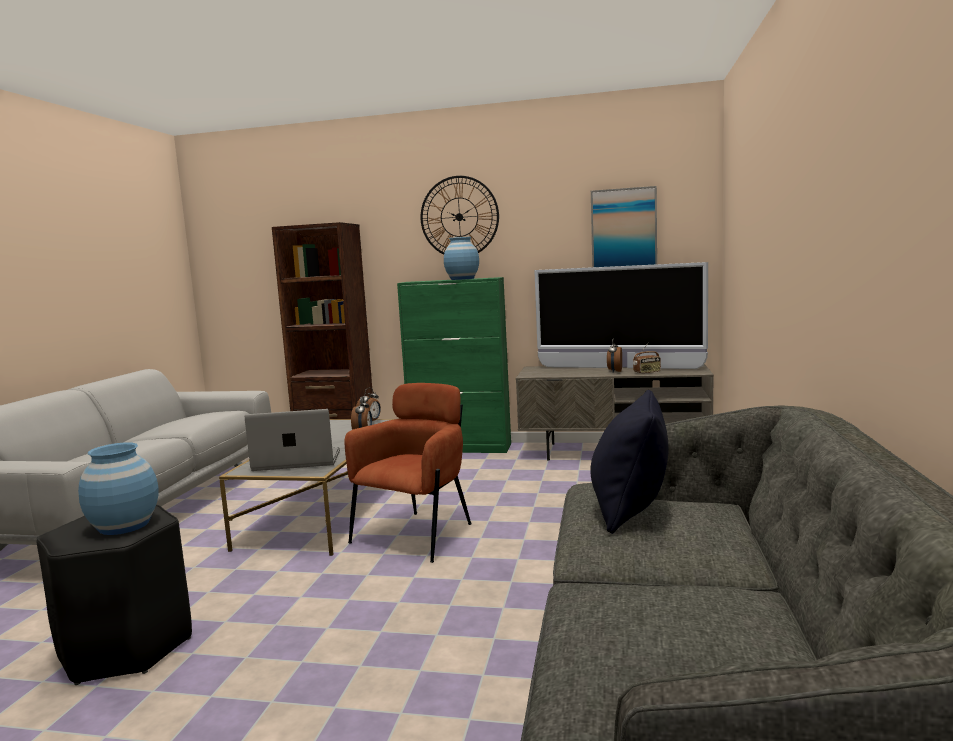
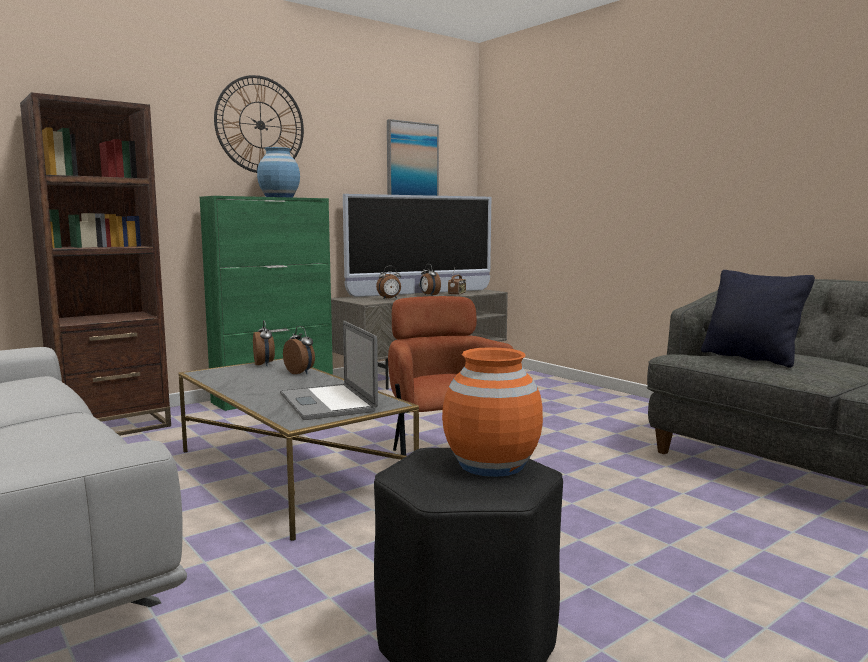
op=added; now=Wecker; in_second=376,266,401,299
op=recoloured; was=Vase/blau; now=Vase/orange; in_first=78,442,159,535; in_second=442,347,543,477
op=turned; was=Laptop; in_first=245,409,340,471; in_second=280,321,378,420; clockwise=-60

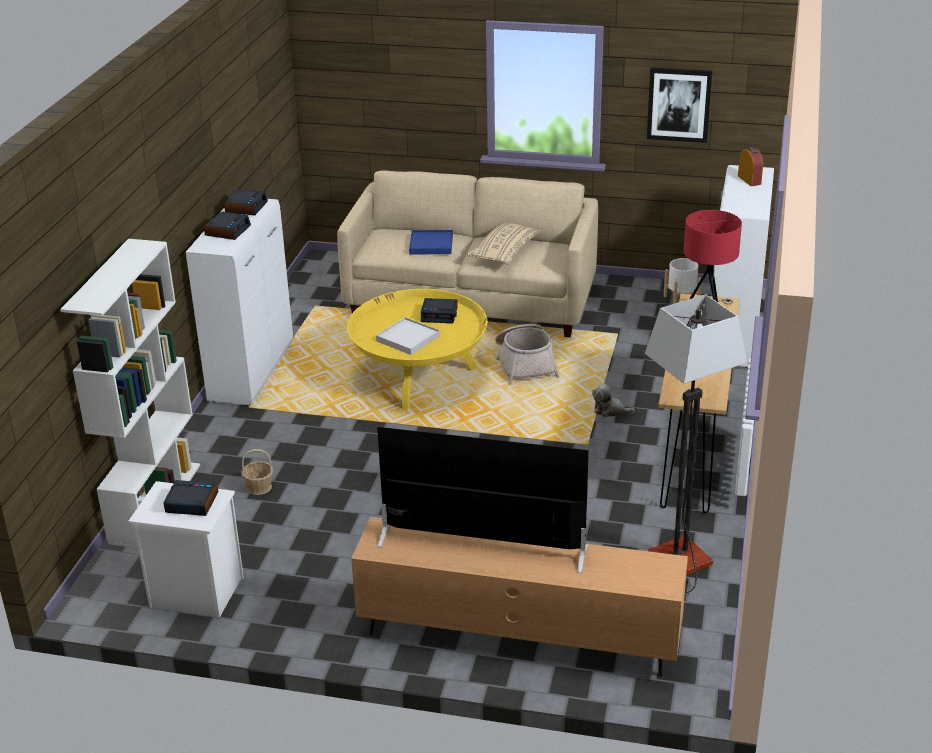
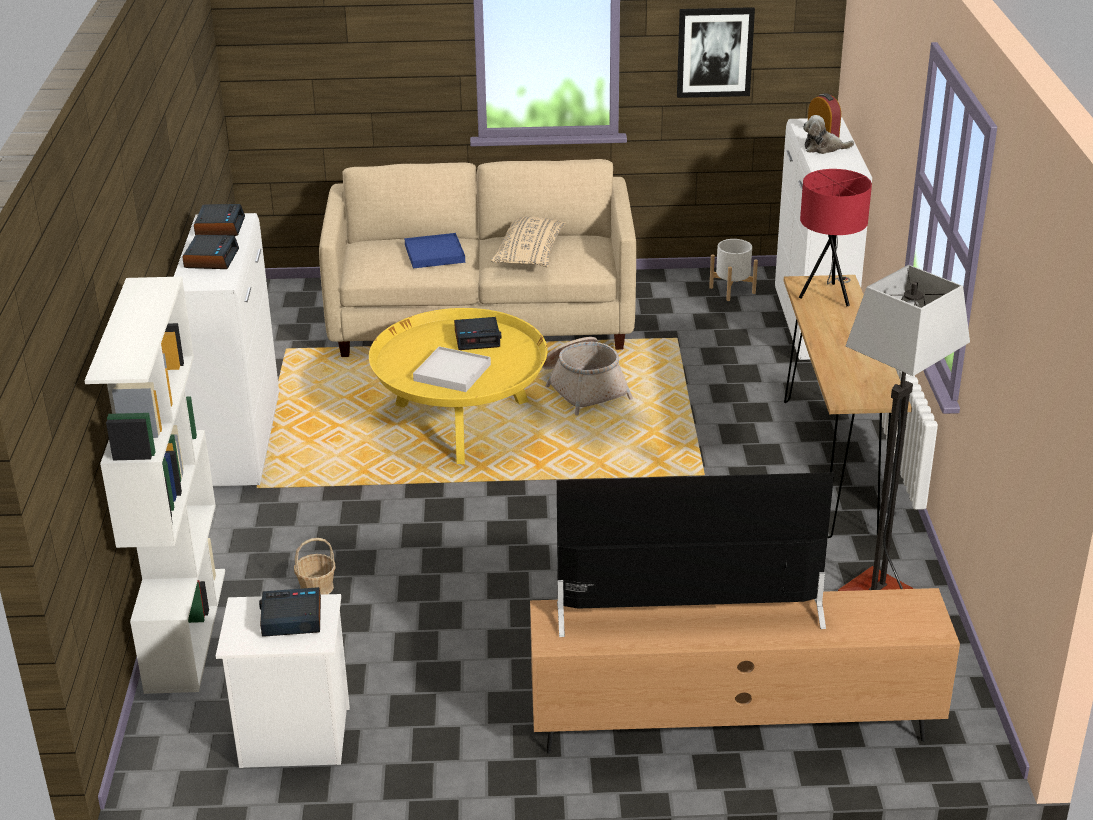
op=moved; was=Plüschtier; in_first=592,383,635,417; in_second=803,115,854,154

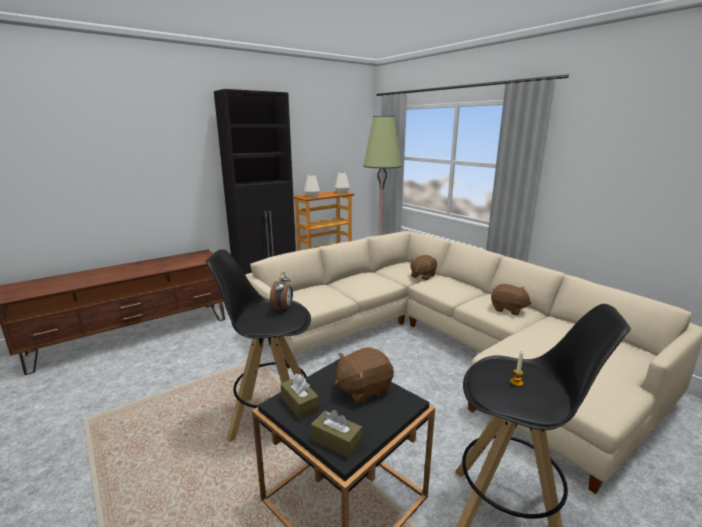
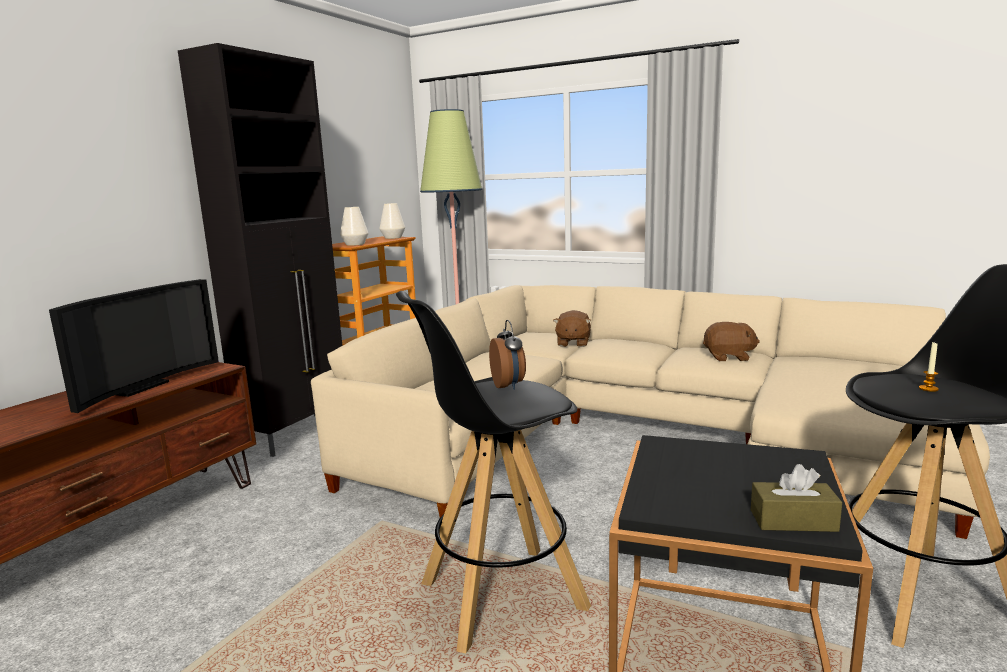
op=removed; was=Taschentuchbox/braun; in_first=281,374,319,420
op=removed; was=Plüschtier/braun; in_first=335,347,394,404
op=added; now=Fernseher; in_second=49,279,219,413

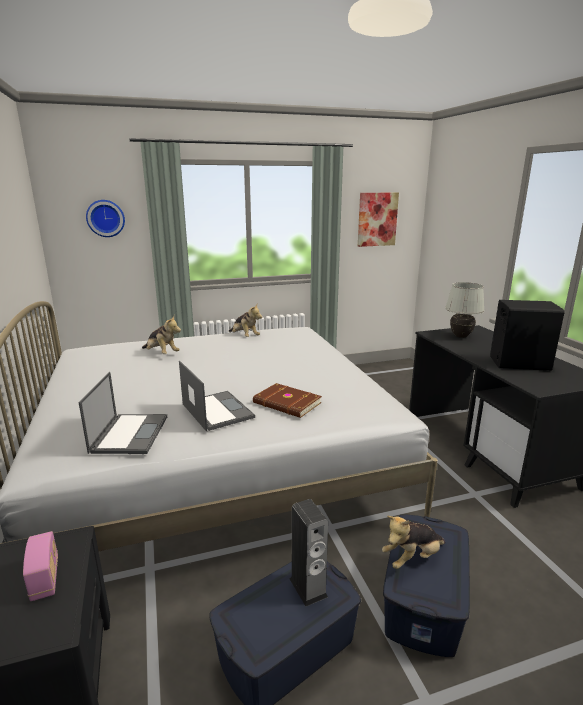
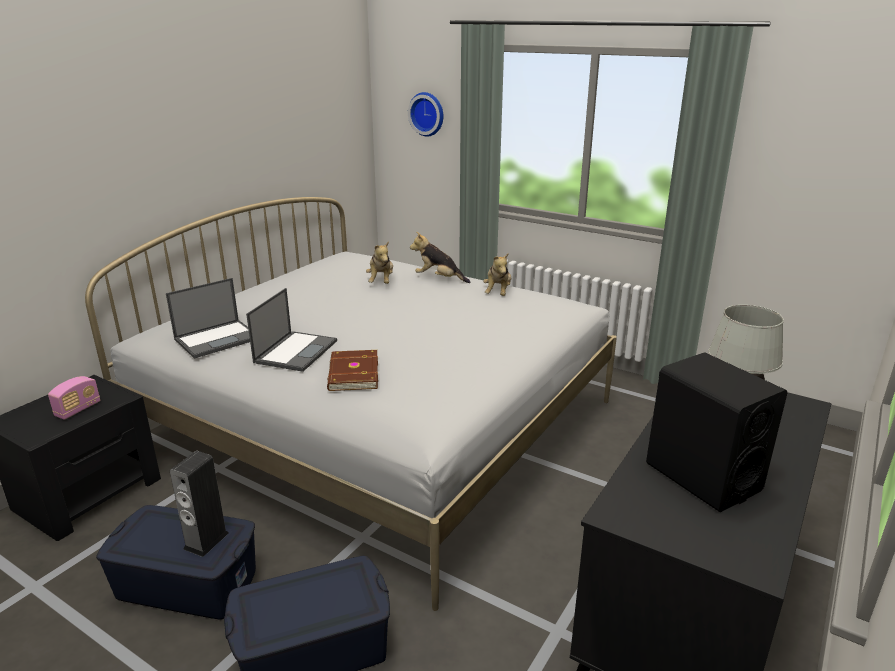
op=removed; was=Bild; in_first=358,193,399,247
op=moved; was=Plüschtier; in_first=382,516,446,569; in_second=410,232,470,283

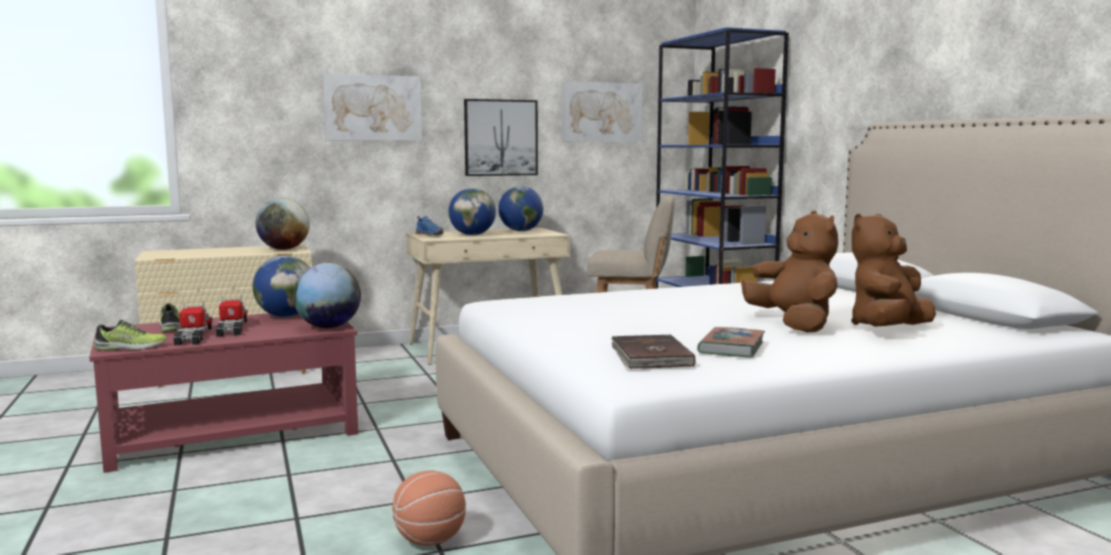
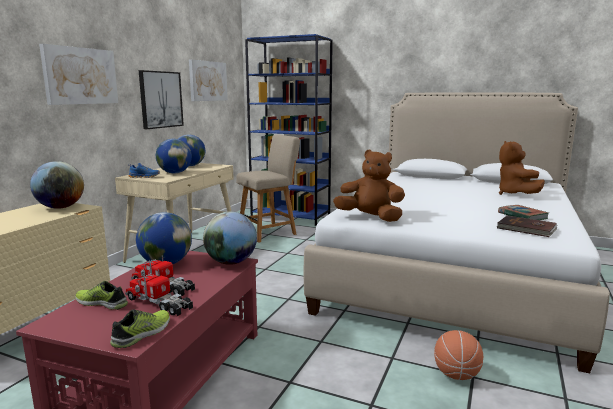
op=moved; was=Plüschtier/braun; in_first=741,210,838,332; in_second=333,149,405,222

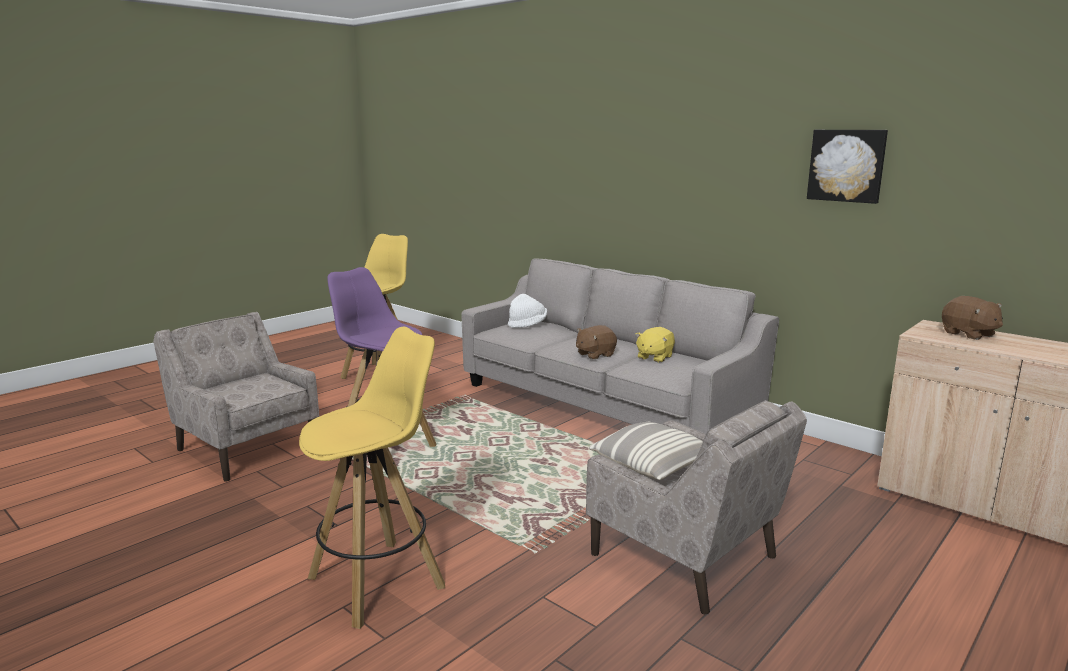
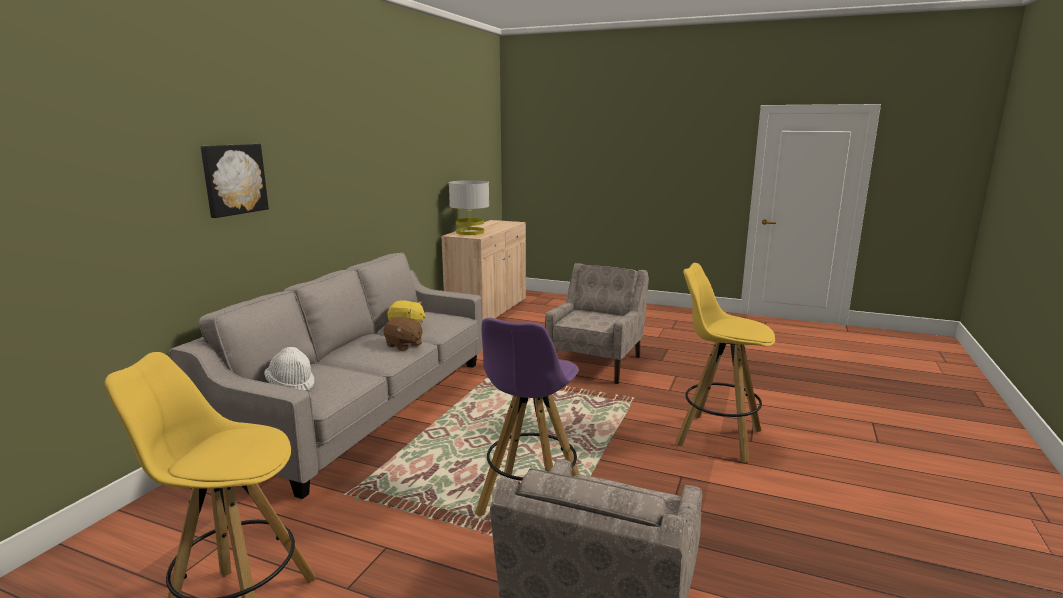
op=removed; was=Kissen; in_first=589,422,703,480
op=moved; was=Bild; in_first=807,130,888,204; in_second=200,144,269,218
op=replaced; was=Plüschtier/braun; now=Tischlampe/grau; in_first=942,296,1003,340; in_second=449,180,489,235

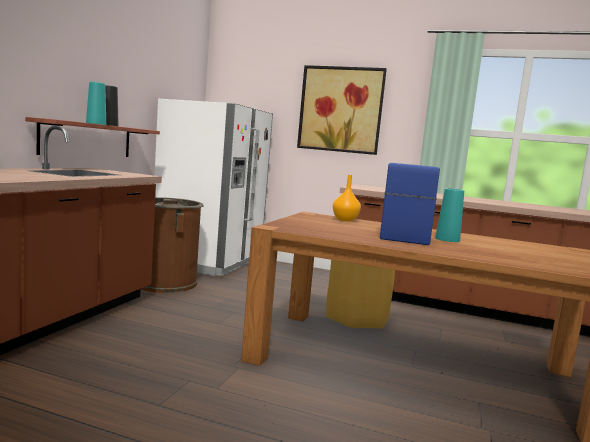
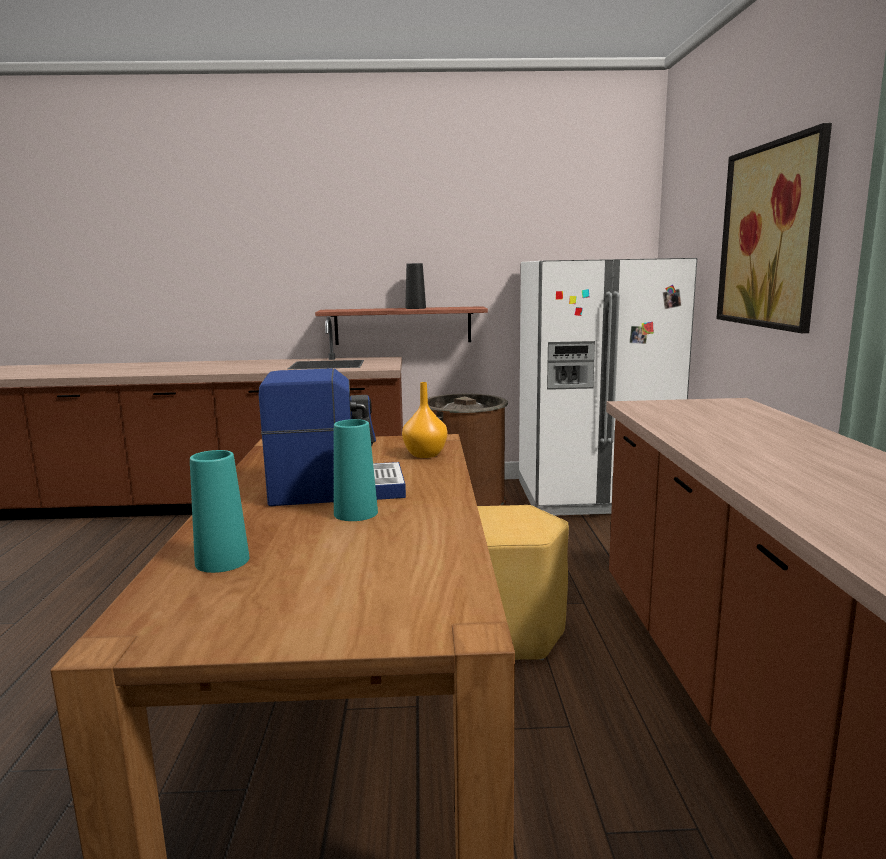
op=moved; was=Vase/türkis; in_first=86,82,106,125; in_second=190,450,250,573

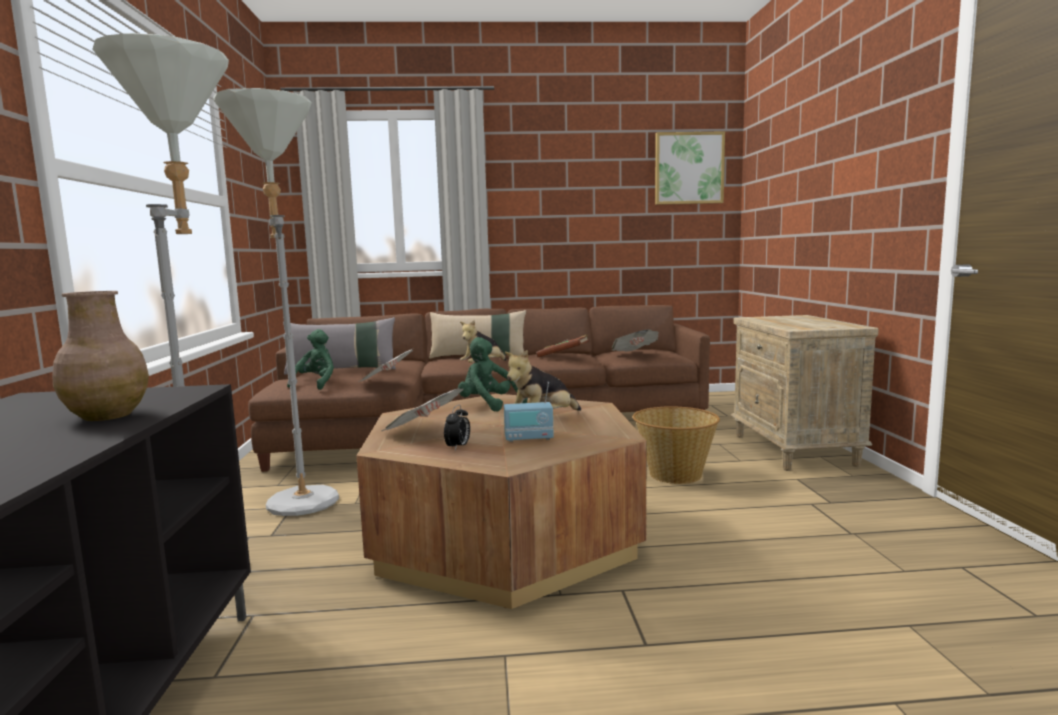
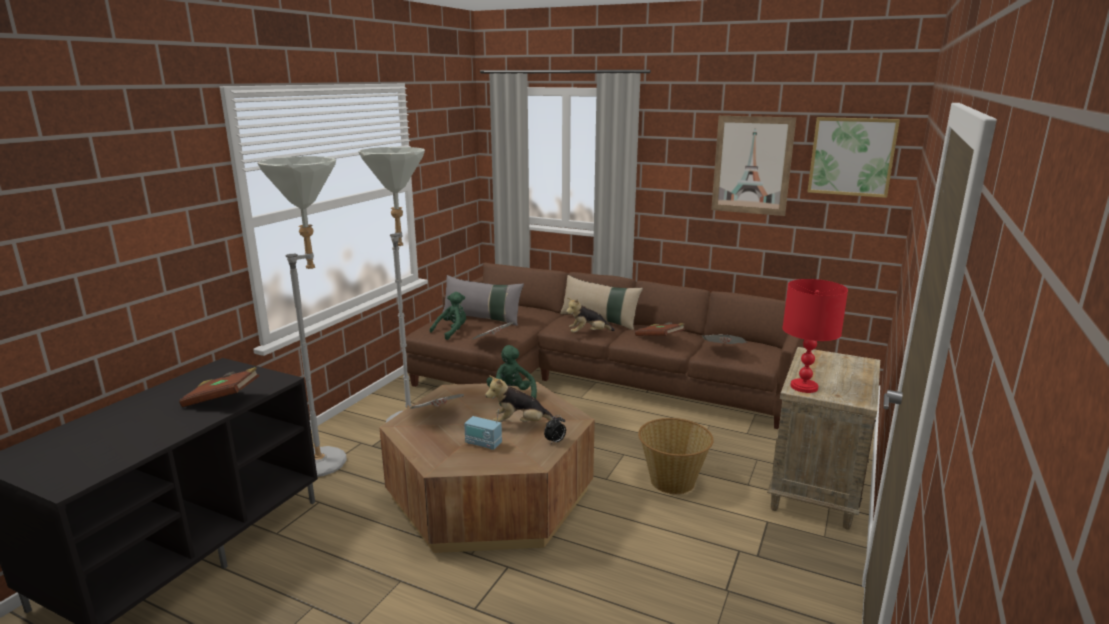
op=added; now=Bild; in_second=711,116,796,216
op=added; now=Tischlampe/rot; in_second=782,279,848,393
op=moved; was=Wecker; in_first=444,405,470,450; in_second=544,415,566,444
op=replaced; was=Vase/braun; now=Buch/braun; in_first=52,291,149,421; in_second=179,367,260,407

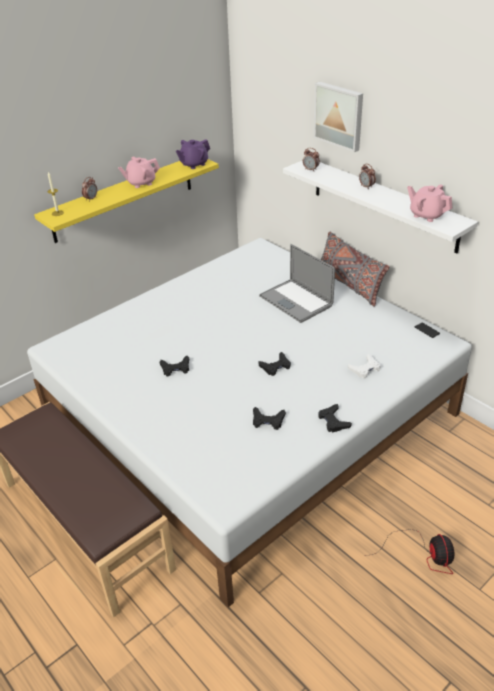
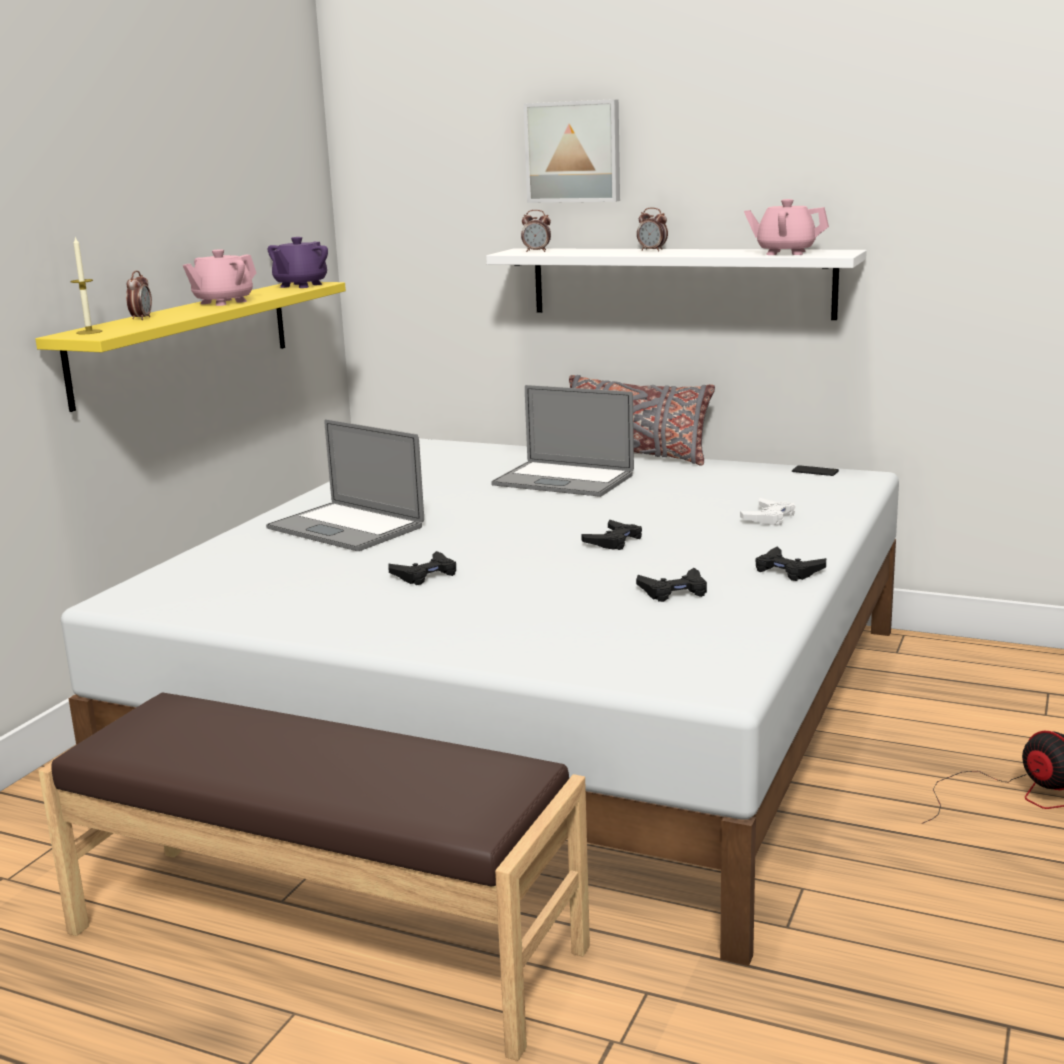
op=added; now=Laptop; in_second=266,419,424,551

